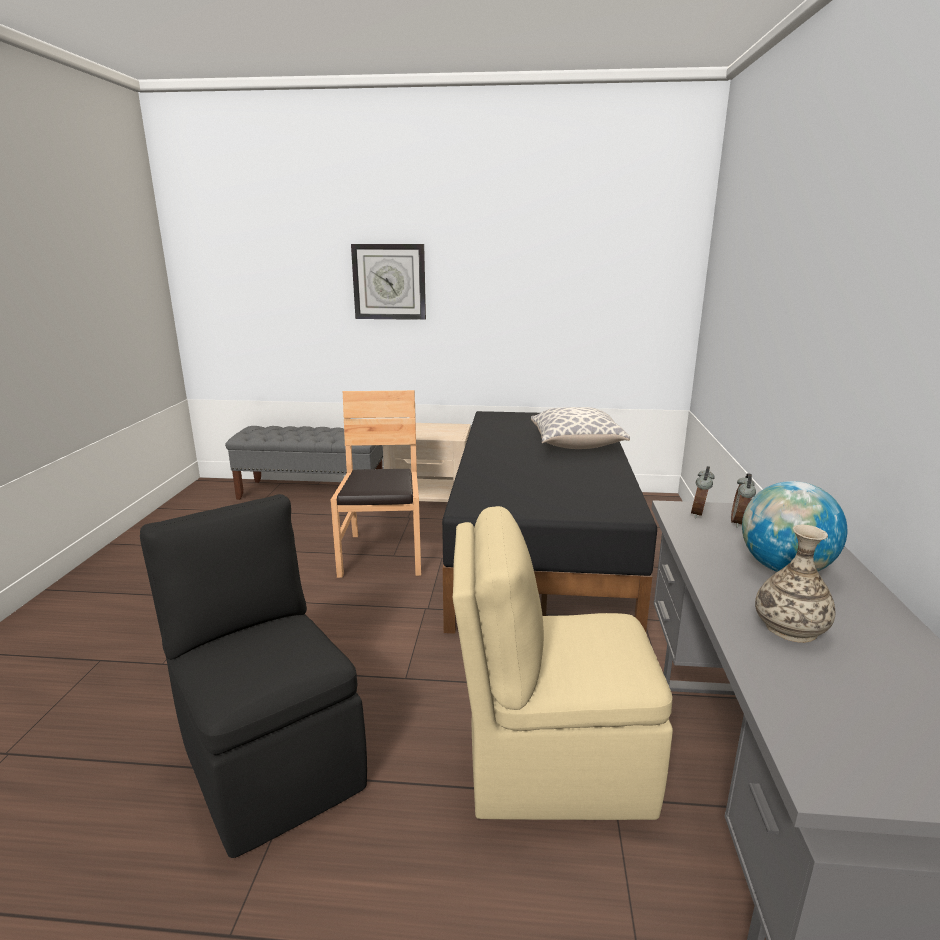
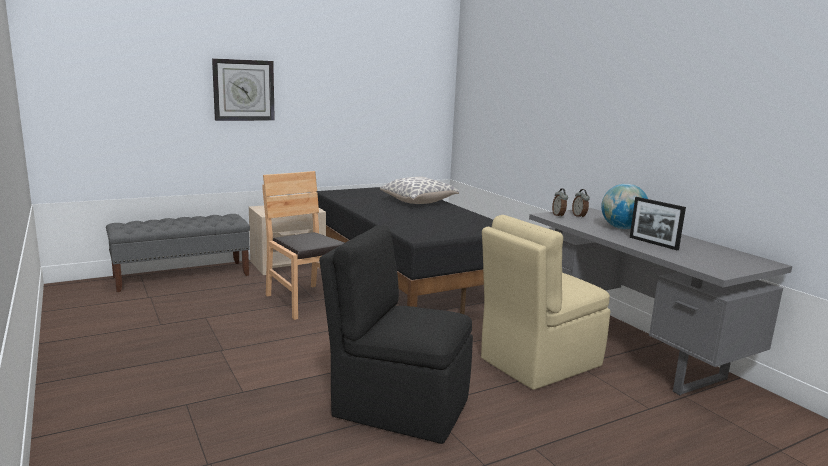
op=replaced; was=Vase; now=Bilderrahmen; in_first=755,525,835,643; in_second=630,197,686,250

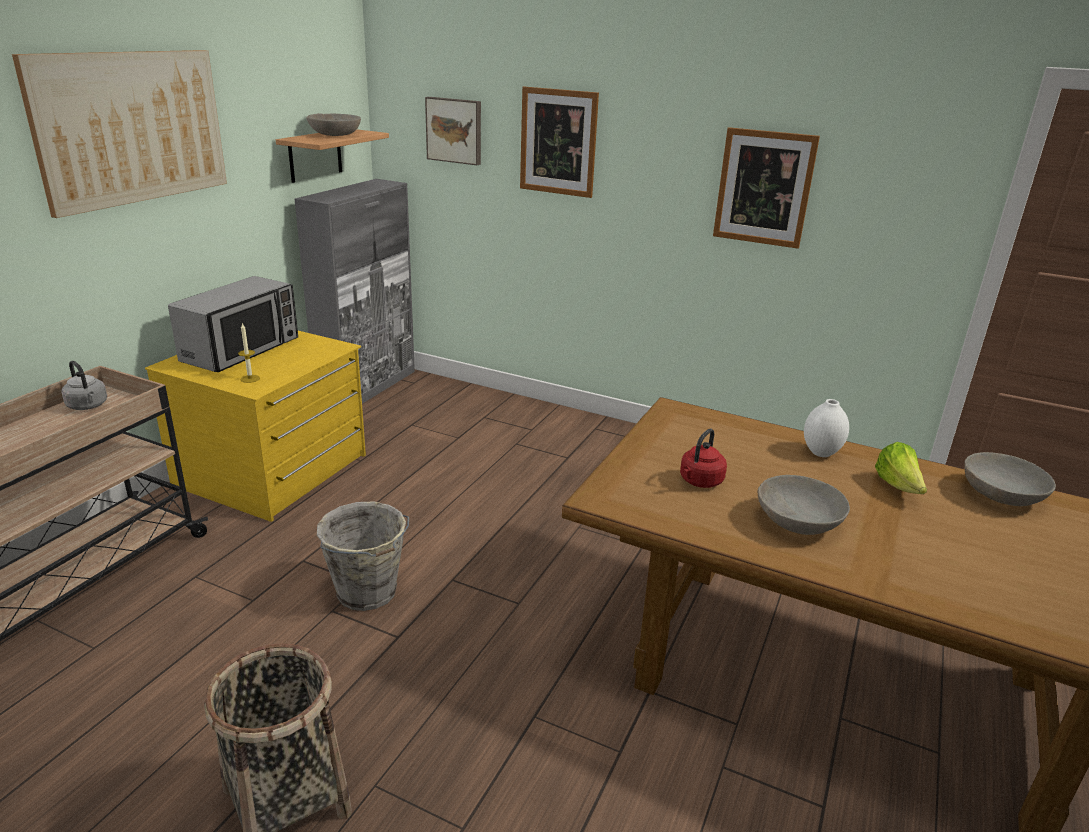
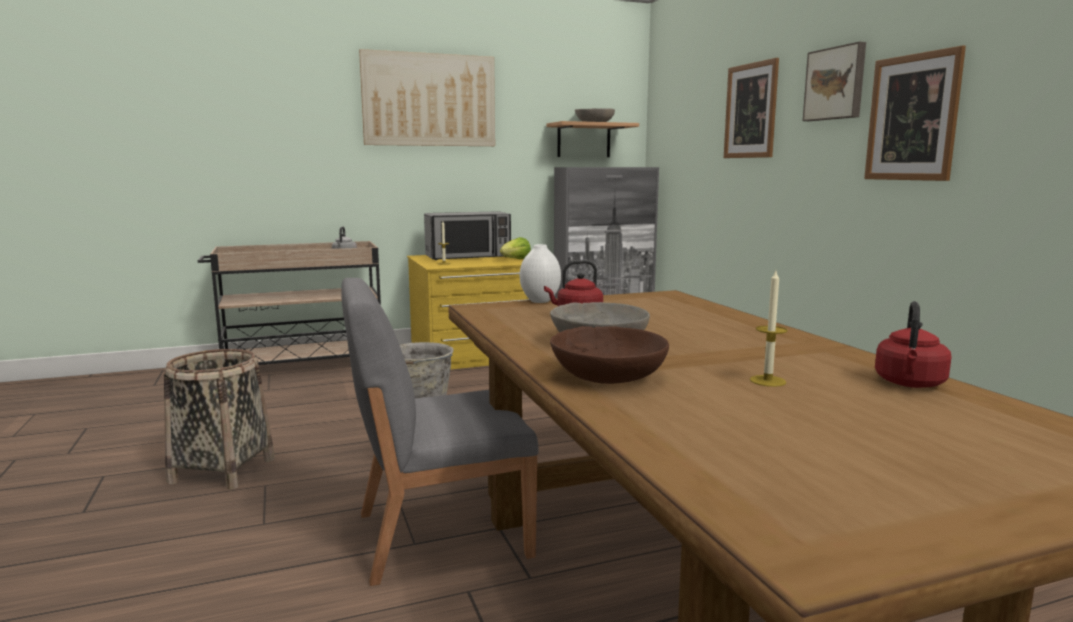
op=added; now=Stuhl/grau; in_second=341,278,539,586
op=added; now=Schüssel/braun; in_second=550,326,669,384
op=added; now=Kerze; in_second=750,271,788,387
op=moved; was=Bild; in_first=425,97,481,165; in_second=803,42,866,121
op=moved; was=Vase/weiß; in_first=804,399,849,457; in_second=520,244,561,303
op=moved; was=Salatkopf; in_first=875,442,927,494; in_second=500,237,531,259
op=replaced; was=Schüssel/grau; now=Wasserkessel/rot; in_first=964,452,1056,506; in_second=875,301,952,388

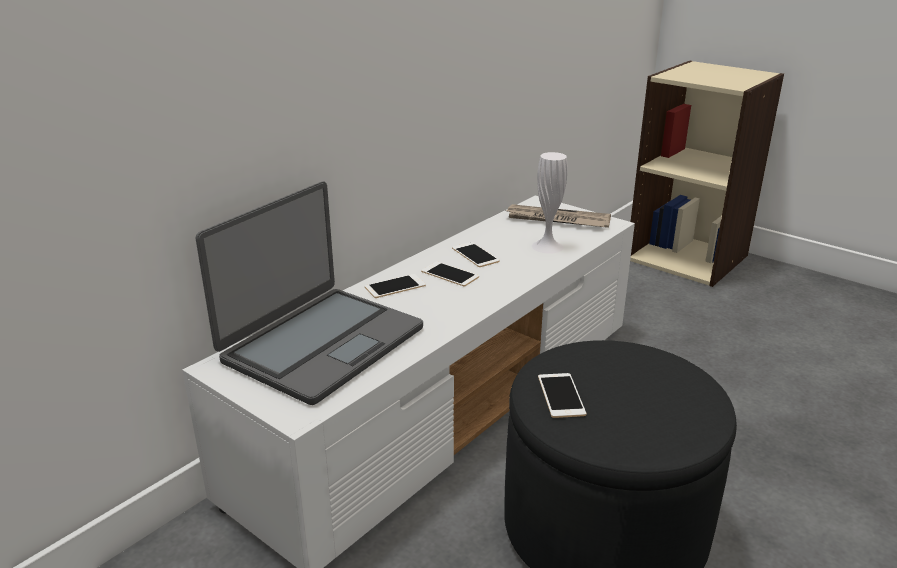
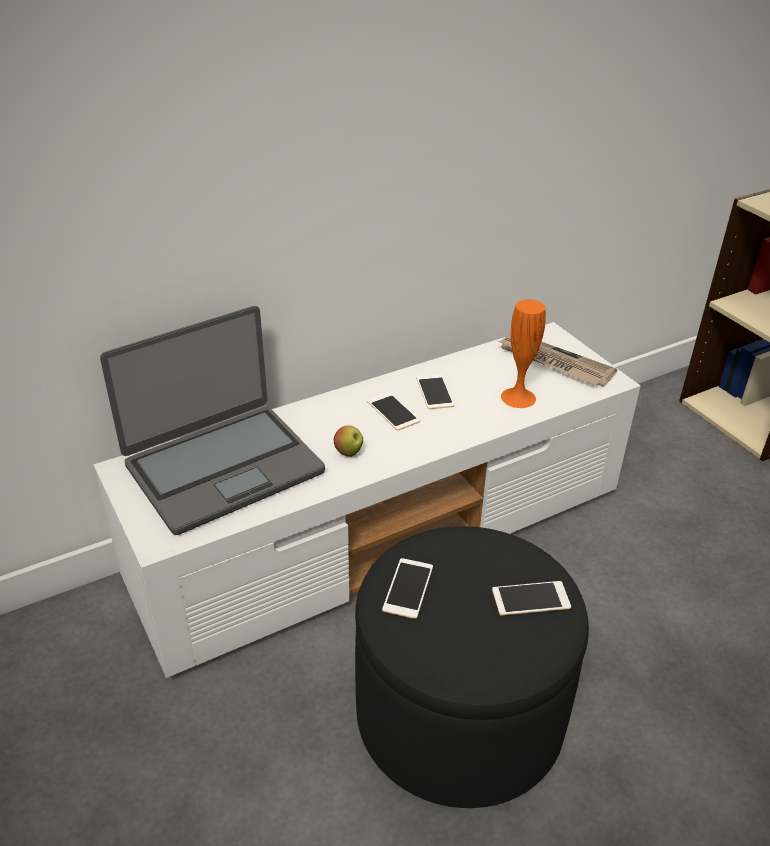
op=added; now=Apfel; in_second=334,426,363,457
op=moved; was=Handy; in_first=365,274,426,298; in_second=492,581,571,616
op=recoloured; was=Vase/weiß; now=Vase/orange; in_first=532,152,568,254; in_second=501,299,546,408

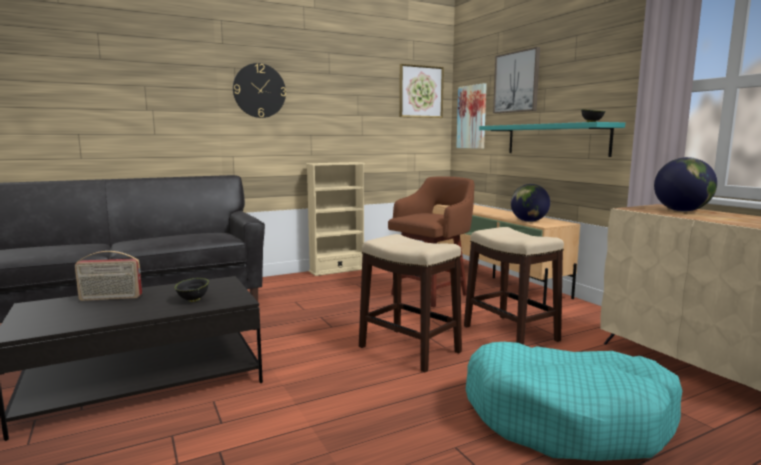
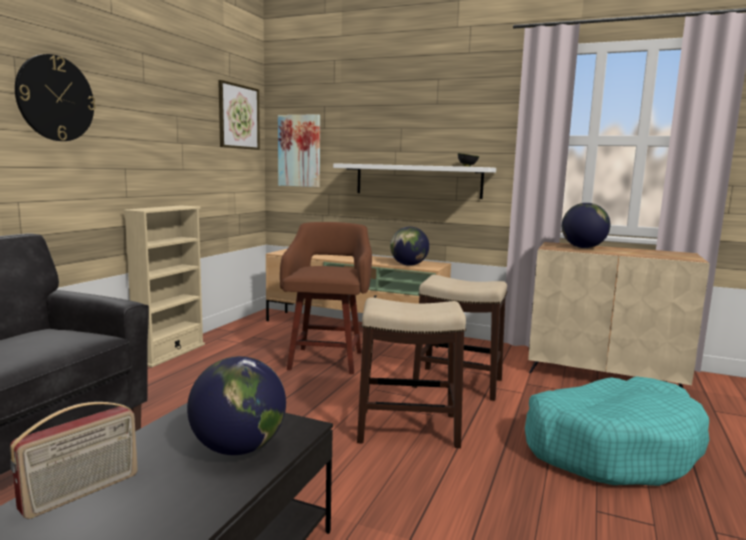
op=removed; was=Bild; in_first=493,47,540,113
op=replaced; was=Schüssel/schwarz; now=Globus; in_first=174,278,209,302; in_second=187,356,286,455
op=recoloured; was=Wandregal/türkis; now=Wandregal/weiß; in_first=479,122,625,157; in_second=333,163,496,199

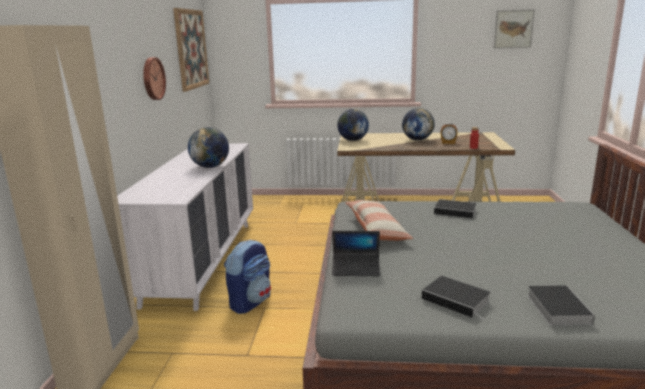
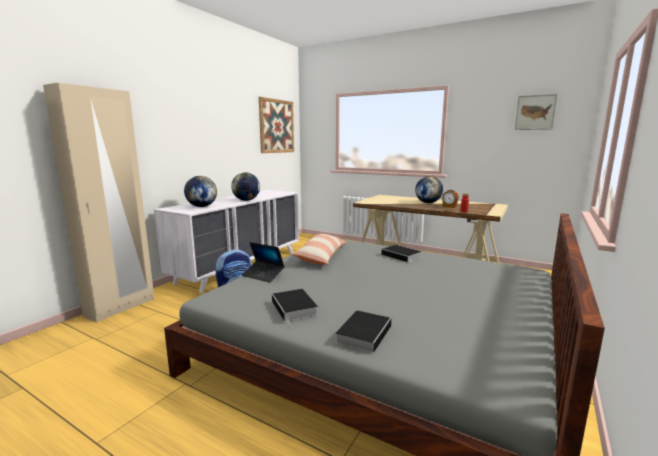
op=removed; was=Wanduhr; in_first=143,57,166,100
op=moved; was=Globus; in_first=337,109,369,141; in_second=184,176,217,207

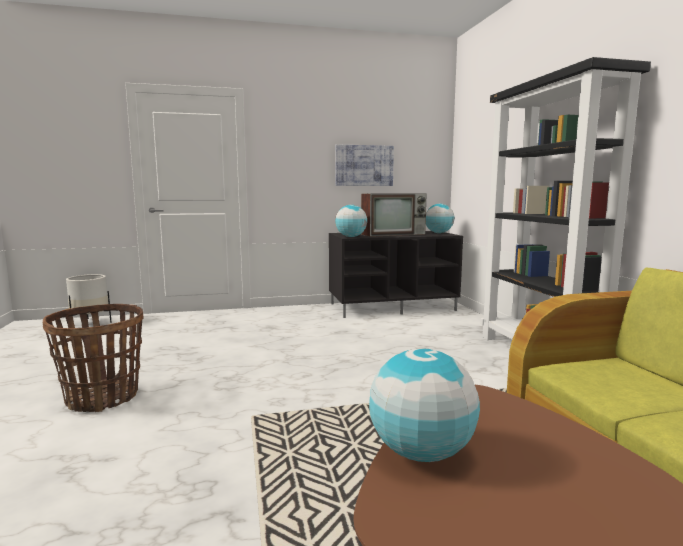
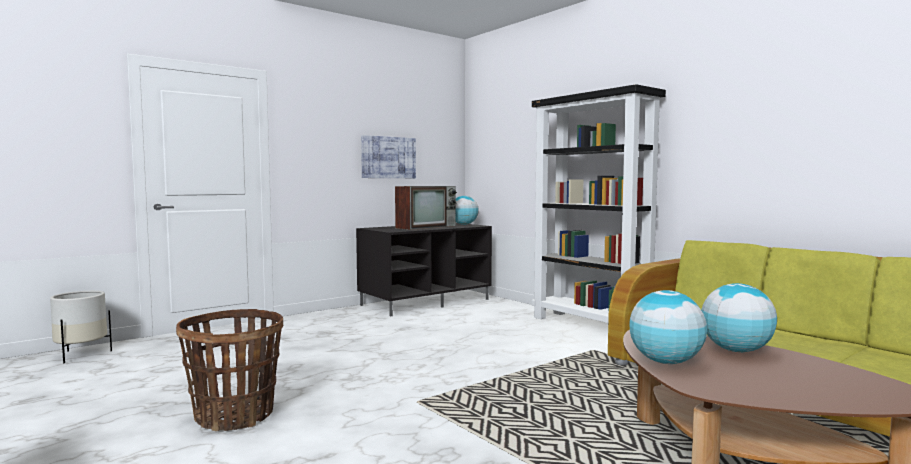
op=moved; was=Globus; in_first=335,205,367,237; in_second=701,283,777,352

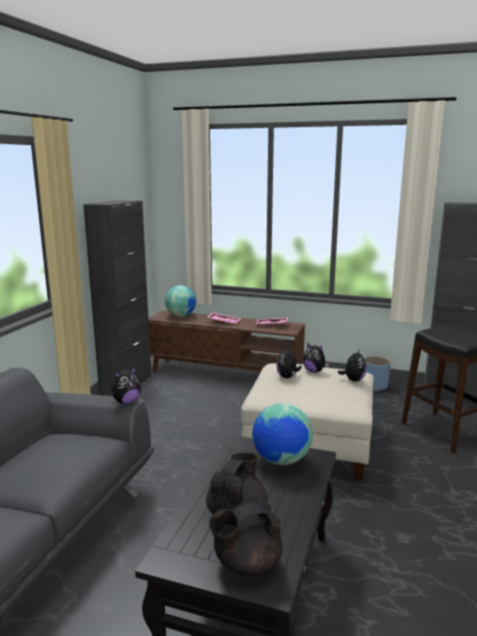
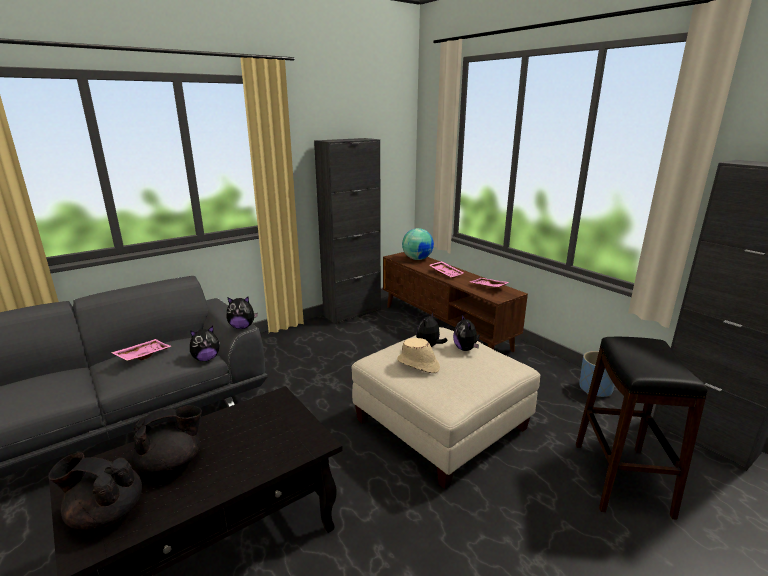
op=removed; was=Globus; in_first=252,403,313,465
op=added; now=Tablett/rosa; in_second=111,339,172,361
op=added; now=Hut/beige; in_second=397,338,440,373
op=moved; was=Plüschtier; in_first=338,349,366,382; in_second=190,326,220,361

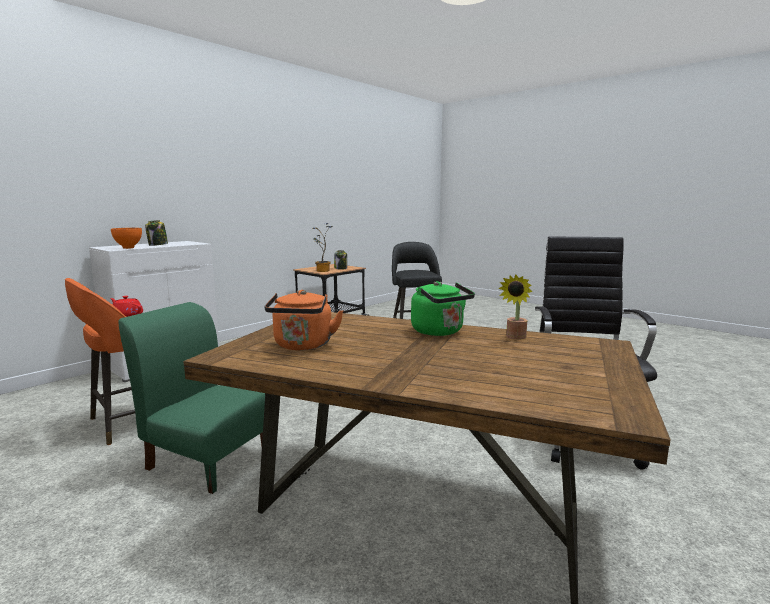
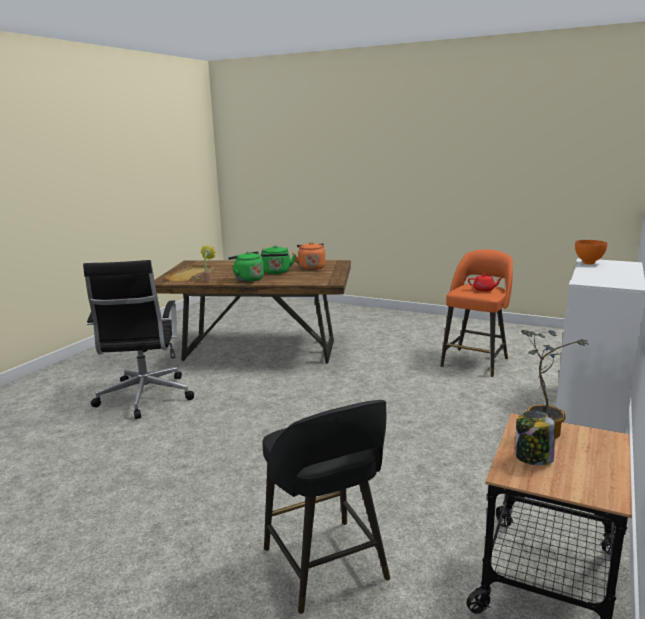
op=removed; was=Stuhl/grün; in_first=119,302,265,494
op=removed; was=Vorratsglas; in_first=145,220,168,246
op=added; now=Tablett/beige; in_second=165,265,214,282
op=added; now=Wasserkessel/grün; in_second=261,245,296,274

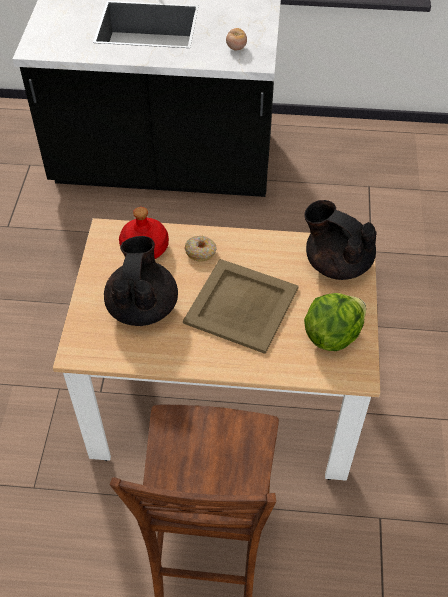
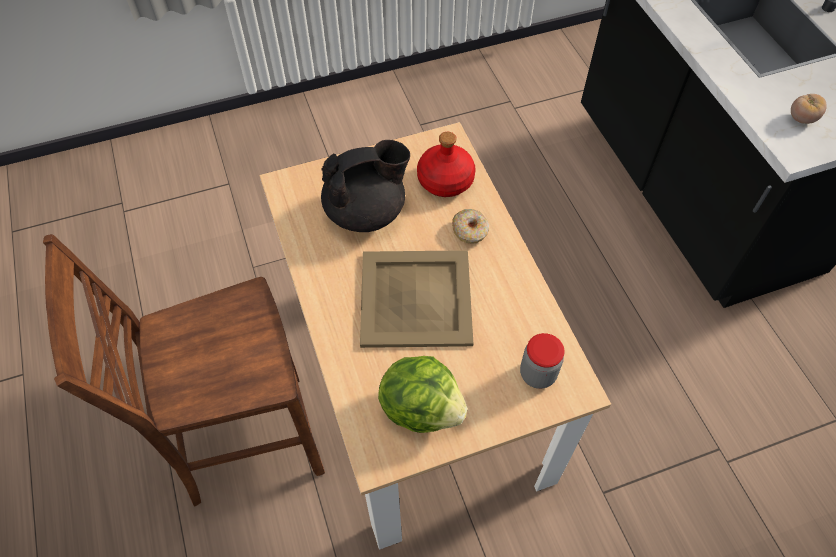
op=replaced; was=Teekanne/schwarz; now=Vorratsglas; in_first=304,200,377,280; in_second=520,333,565,389

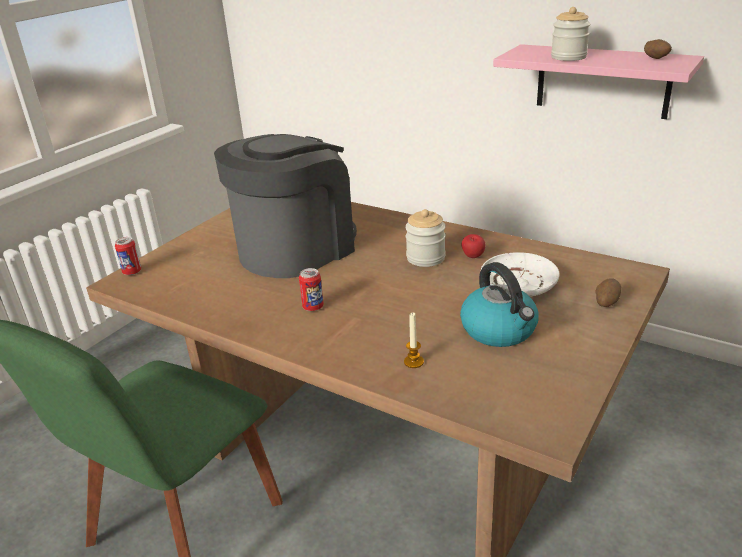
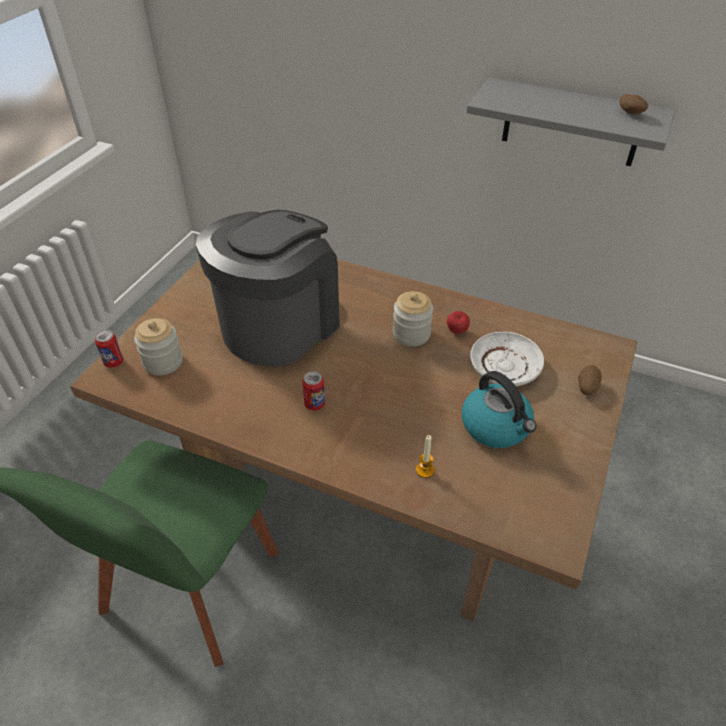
op=moved; was=Vorratsglas; in_first=551,7,590,61; in_second=134,318,183,375
op=recoloured; was=Wandregal/rosa; now=Wandregal/grau; in_first=493,44,704,119; in_second=467,78,675,166

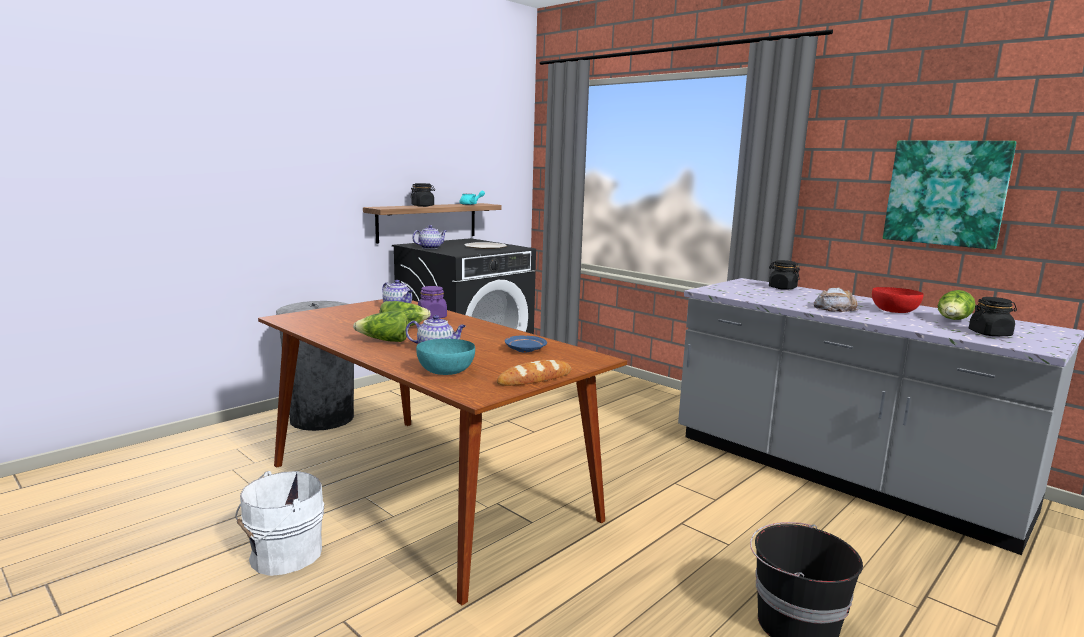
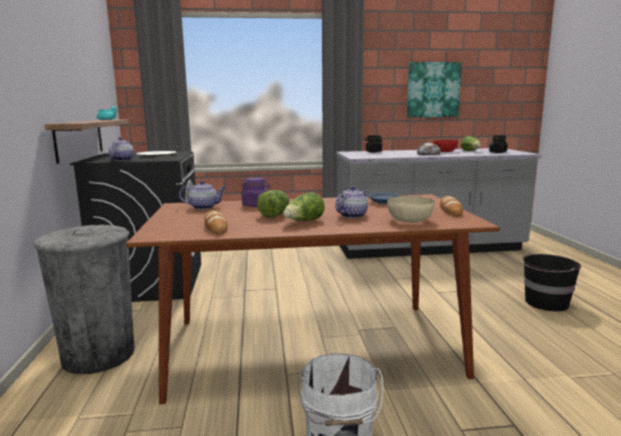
op=removed; was=Vorratsglas/schwarz; in_first=411,183,435,207
op=added; now=Brot; in_second=204,210,228,234
op=recoloured; was=Schüssel/türkis; now=Schüssel/beige; in_first=416,339,475,375; in_second=387,196,434,223

